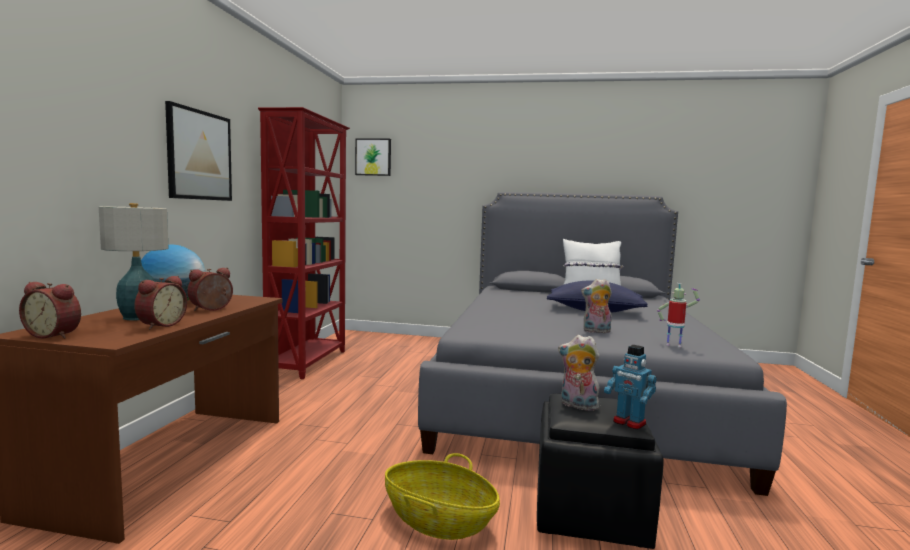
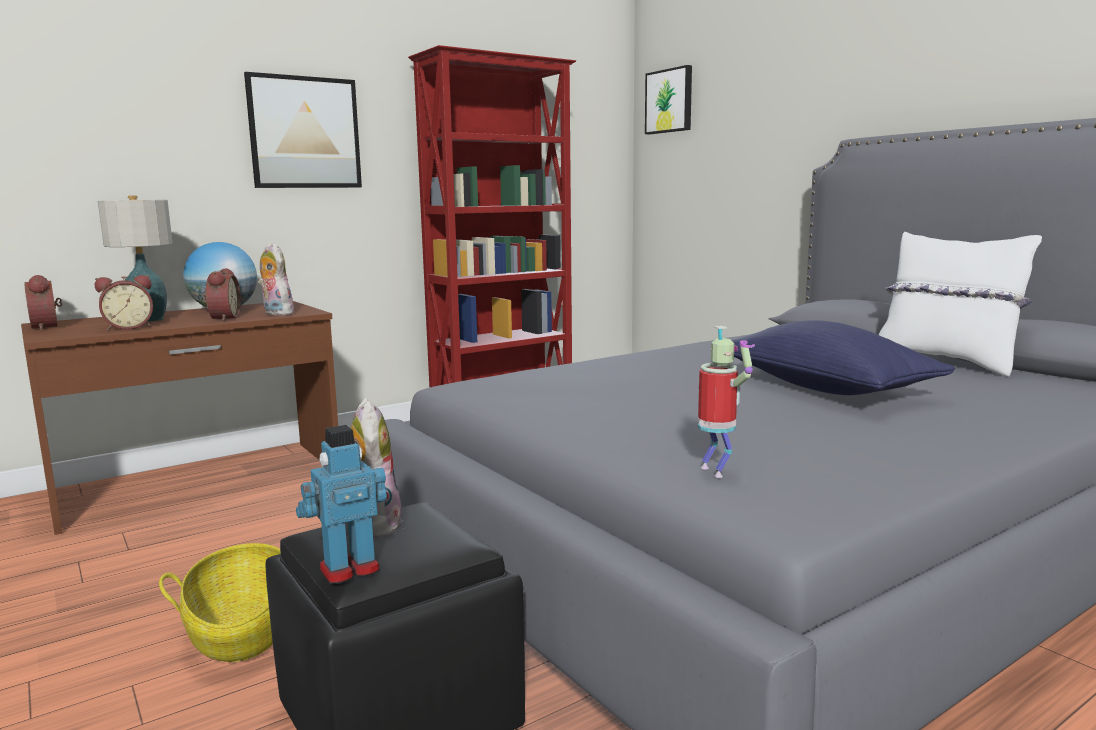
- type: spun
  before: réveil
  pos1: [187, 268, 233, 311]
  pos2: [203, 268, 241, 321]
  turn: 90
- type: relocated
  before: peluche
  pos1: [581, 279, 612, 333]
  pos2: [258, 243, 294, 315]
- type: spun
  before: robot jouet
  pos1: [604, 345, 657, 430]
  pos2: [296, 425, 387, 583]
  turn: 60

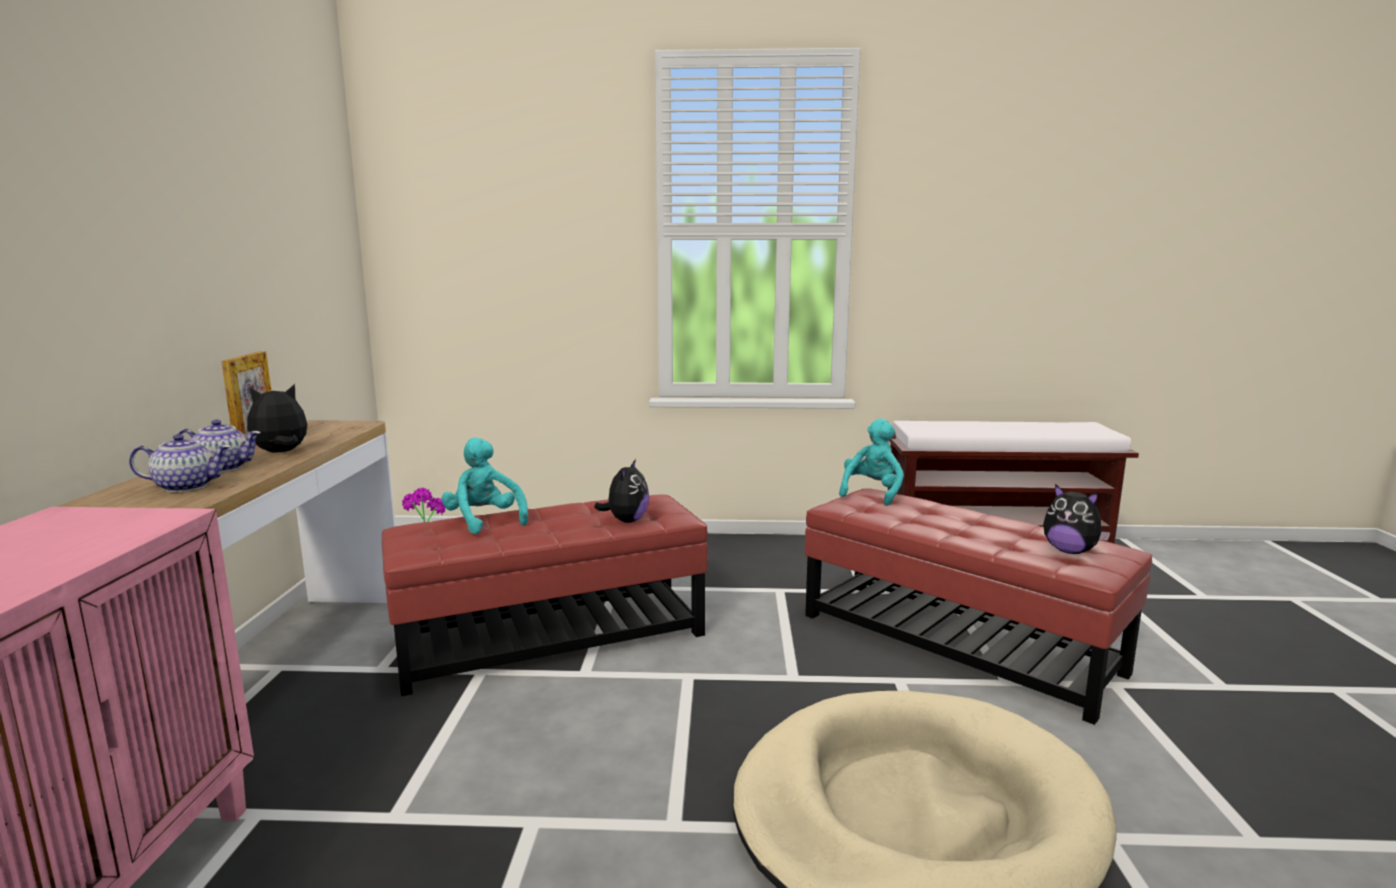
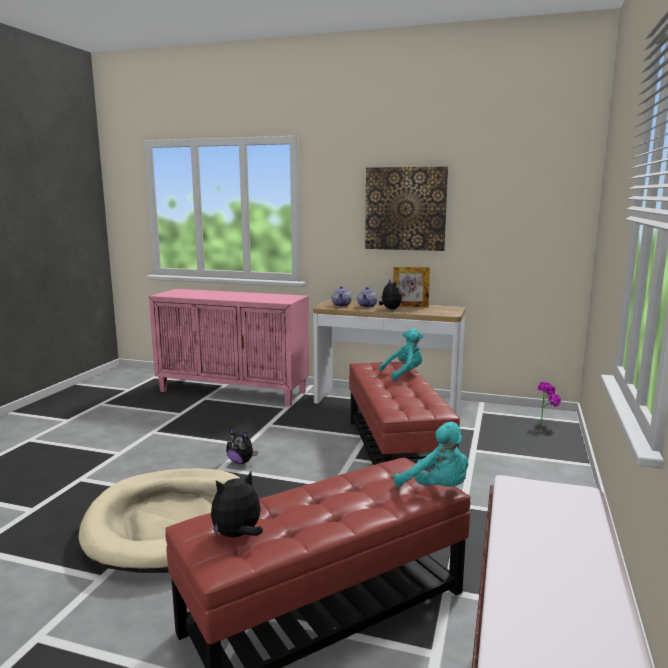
- type: relocated
  before: peluche
  pos1: [594, 459, 649, 523]
  pos2: [226, 428, 258, 464]
- type: appeared
  after: tableau
  pos2: [365, 167, 448, 251]

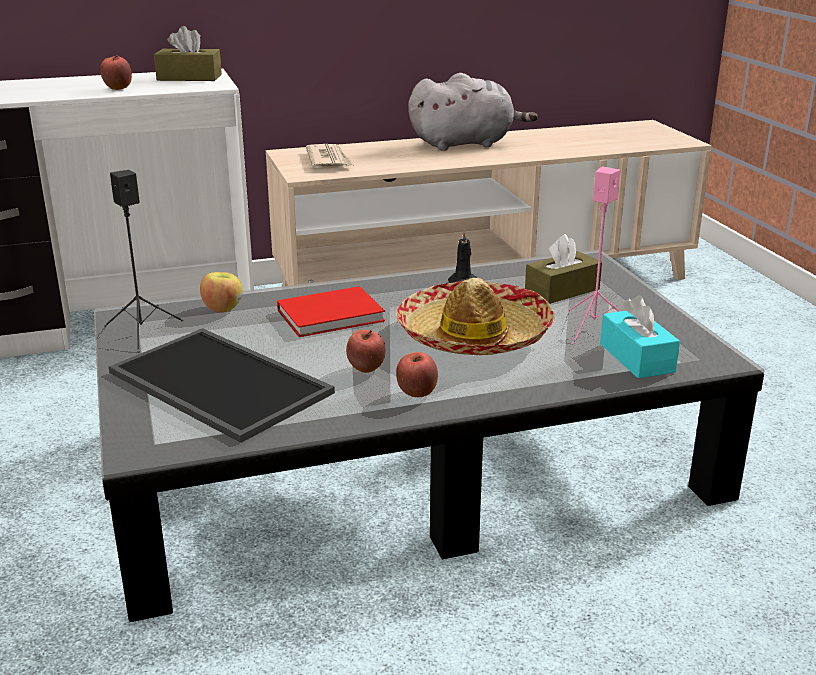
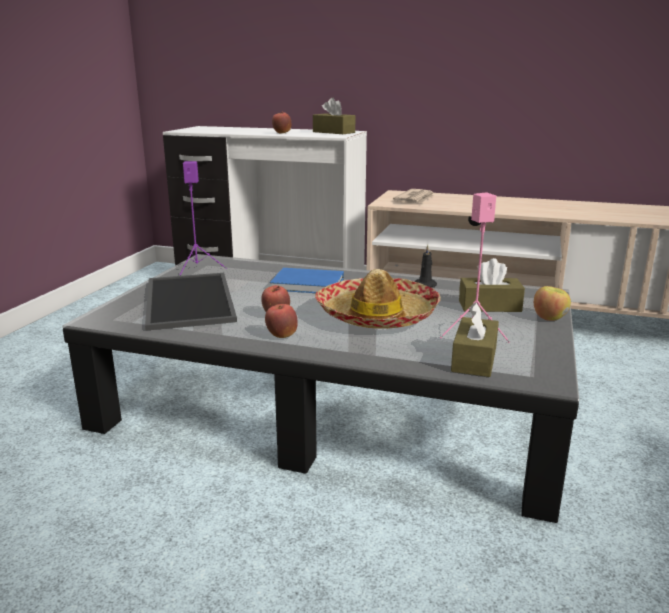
- type: colour
  before: enceinte [noir]
  after: enceinte [violet]
  pos1: [104, 170, 183, 353]
  pos2: [179, 161, 227, 276]
- type: relocated
  before: pomme
  pos1: [200, 272, 243, 313]
  pos2: [534, 286, 571, 321]
- type: colour
  before: livre [rouge]
  after: livre [bleu]
  pos1: [277, 286, 385, 337]
  pos2: [270, 268, 344, 293]
- type: missing
  before: peluche [gris]
  pos1: [408, 73, 538, 151]
- type: colour
  before: boîte à mouchoirs [turquoise]
  after: boîte à mouchoirs [marron]
  pos1: [600, 295, 680, 378]
  pos2: [451, 302, 499, 377]

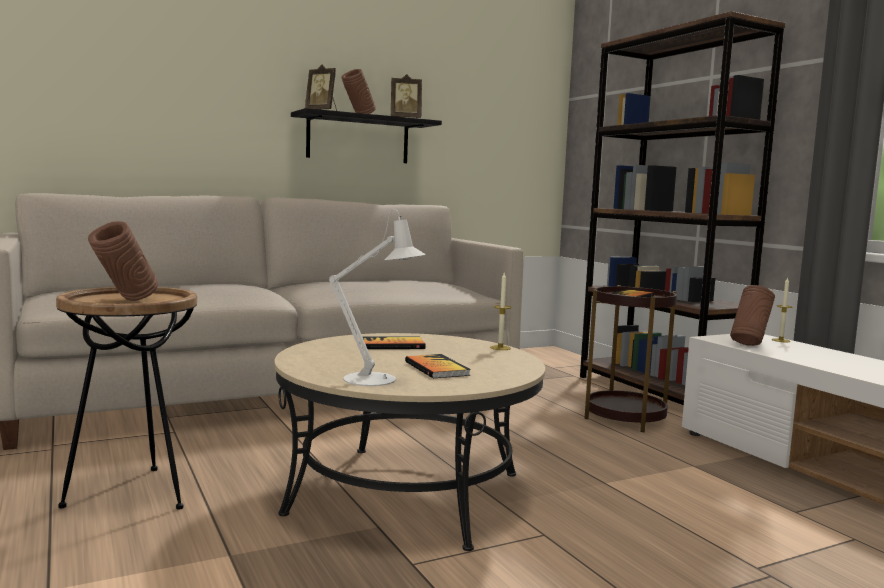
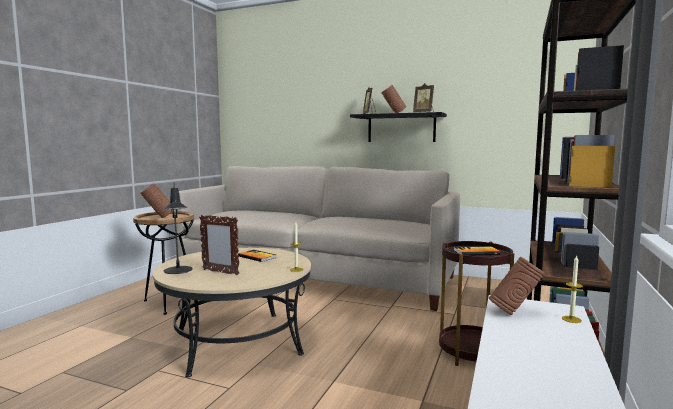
- type: colour
  before: lampe de table [blanc]
  after: lampe de table [noir]
  pos1: [329, 209, 426, 386]
  pos2: [164, 184, 193, 274]
- type: exchanged
  before: livre
  after: cadre photo
  pos1: [405, 354, 471, 378]
  pos2: [199, 215, 239, 275]

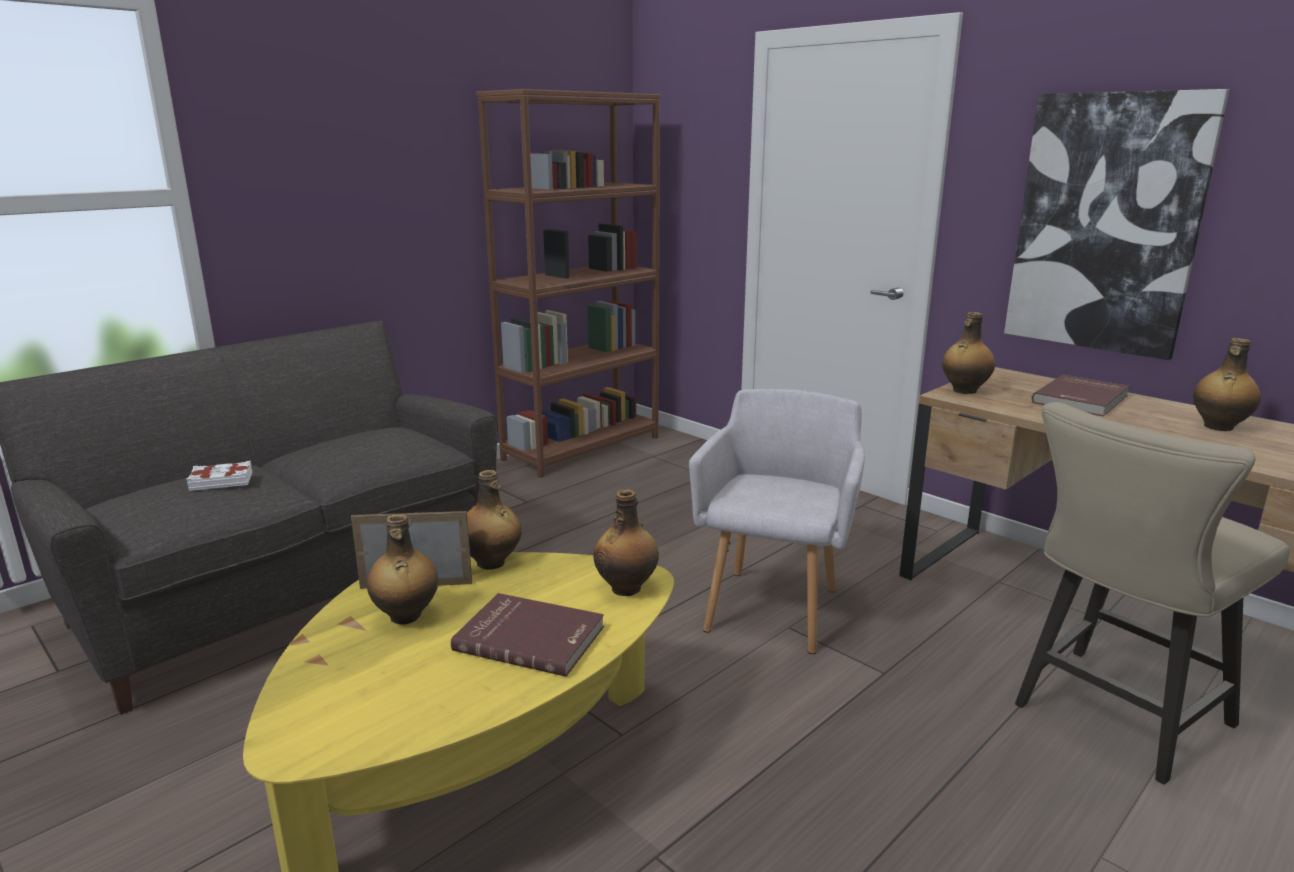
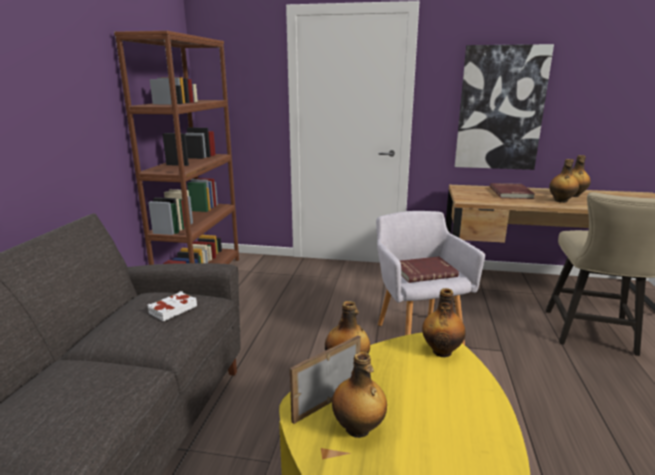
- type: relocated
  before: livre [blanc]
  pos1: [186, 461, 252, 491]
  pos2: [147, 291, 197, 321]
- type: relocated
  before: livre [rouge]
  pos1: [451, 593, 604, 677]
  pos2: [400, 257, 459, 283]
- type: relocated
  before: bouteille
  pos1: [942, 312, 995, 394]
  pos2: [549, 159, 579, 203]

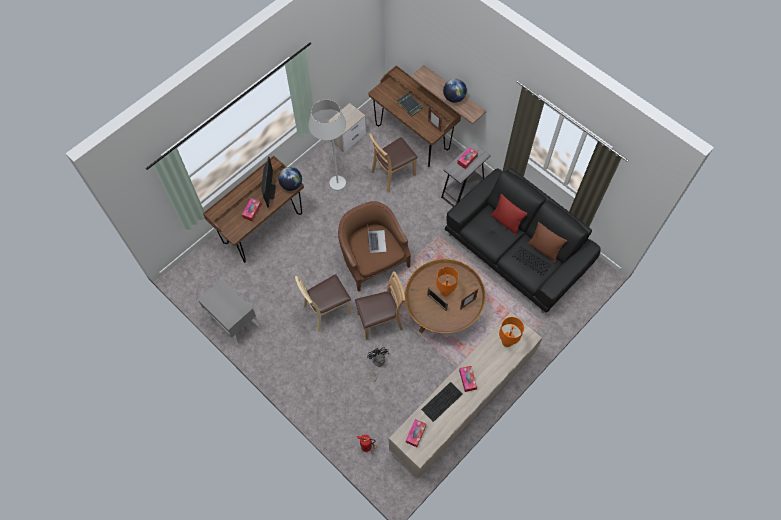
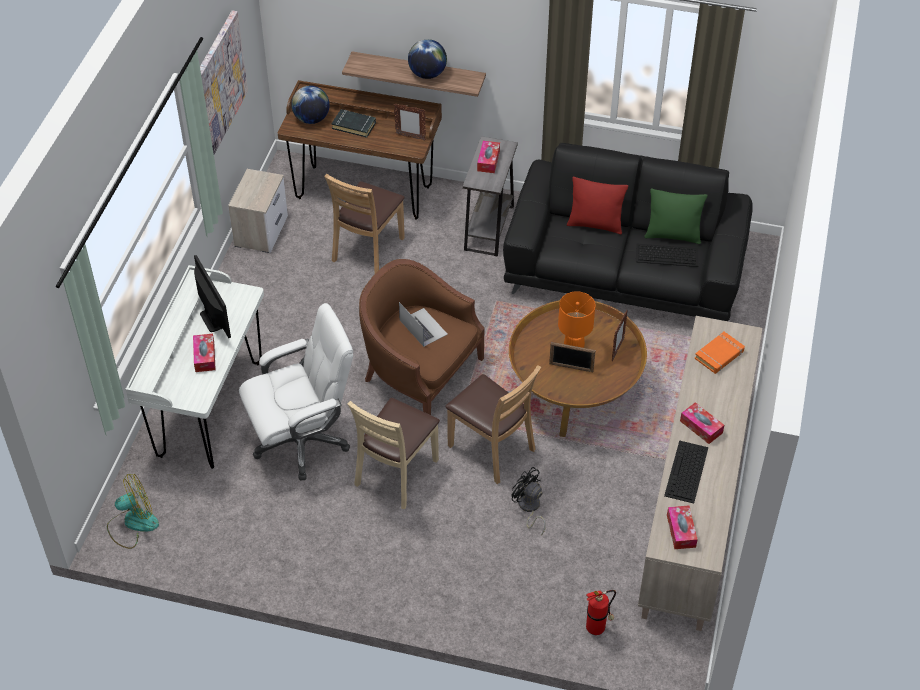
- type: missing
  before: table de chevet [gris]
  pos1: [198, 279, 259, 346]
- type: colour
  before: bureau [marron]
  after: bureau [blanc]
  pos1: [203, 156, 304, 263]
  pos2: [125, 265, 264, 469]
- type: relocated
  before: globe
  pos1: [278, 167, 302, 191]
  pos2: [291, 86, 330, 124]
- type: missing
  before: lampadaire [blanc]
  pos1: [308, 100, 346, 191]
- type: spun
  before: chaise [marron]
  pos1: [355, 271, 405, 340]
  pos2: [445, 365, 541, 484]
  turn: 90
- type: exchanged
  before: lampe de table [orange]
  after: livre [orange]
  pos1: [499, 317, 524, 347]
  pos2: [695, 332, 745, 374]
- type: colour
  before: coussin [marron]
  after: coussin [vert]
  pos1: [527, 222, 567, 262]
  pos2: [644, 189, 707, 244]
- type: appeared
  after: ventilateur
  pos2: [107, 474, 159, 549]
- type: appeared
  after: tableau
  pos2: [200, 10, 248, 154]
- type: appeared
  after: chaise de bureau [blanc]
  pos2: [239, 303, 353, 481]

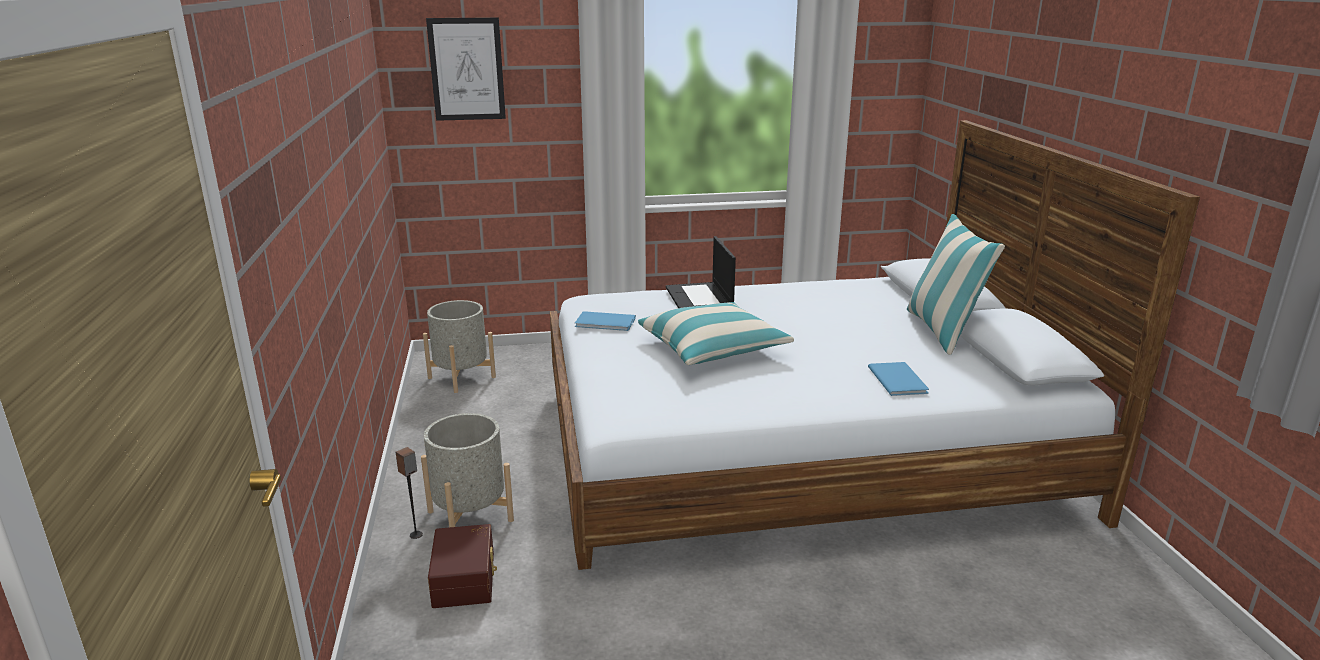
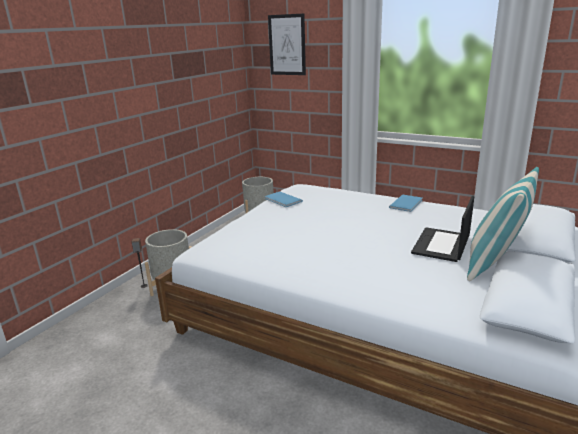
- type: missing
  before: boîte de rangement [marron]
  pos1: [428, 524, 497, 608]
- type: missing
  before: coussin
  pos1: [638, 302, 794, 365]
- type: relocated
  before: ordinateur portable
  pos1: [666, 236, 736, 308]
  pos2: [411, 196, 474, 262]
- type: relocated
  before: livre [bleu]
  pos1: [868, 362, 929, 396]
  pos2: [389, 195, 422, 212]

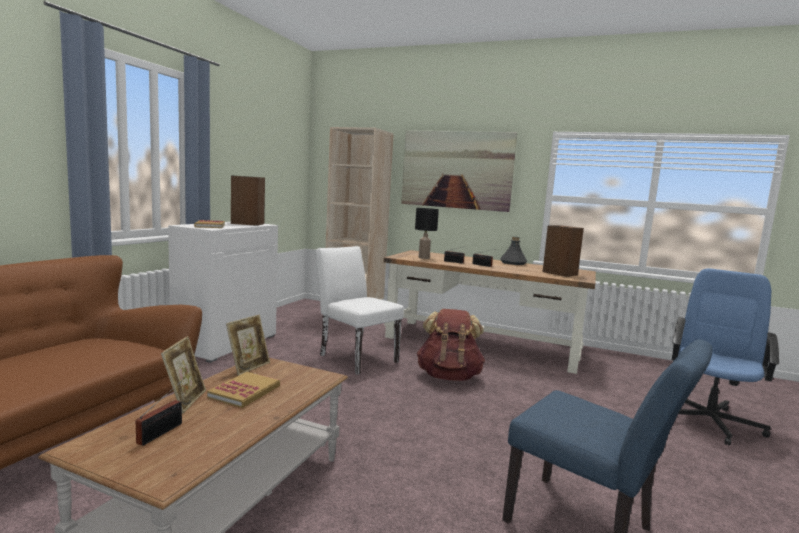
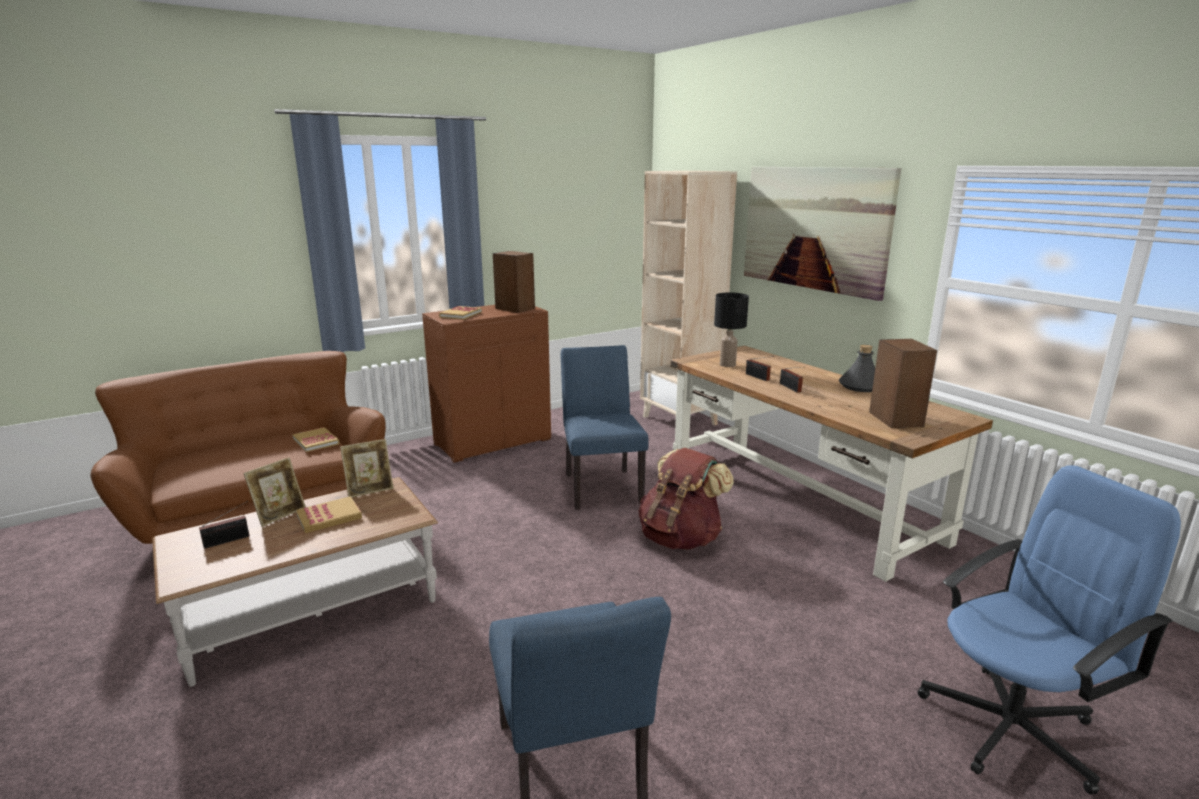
- type: colour
  before: meuble de rangement [blanc]
  after: meuble de rangement [marron]
  pos1: [168, 222, 278, 363]
  pos2: [422, 305, 551, 463]
- type: colour
  before: chaise [blanc]
  after: chaise [bleu]
  pos1: [315, 246, 404, 375]
  pos2: [561, 345, 649, 509]
- type: appeared
  after: livre
  pos2: [293, 427, 340, 453]

